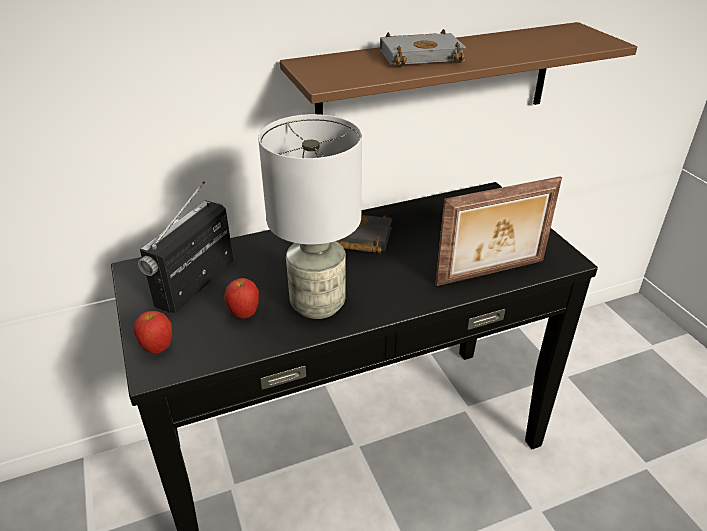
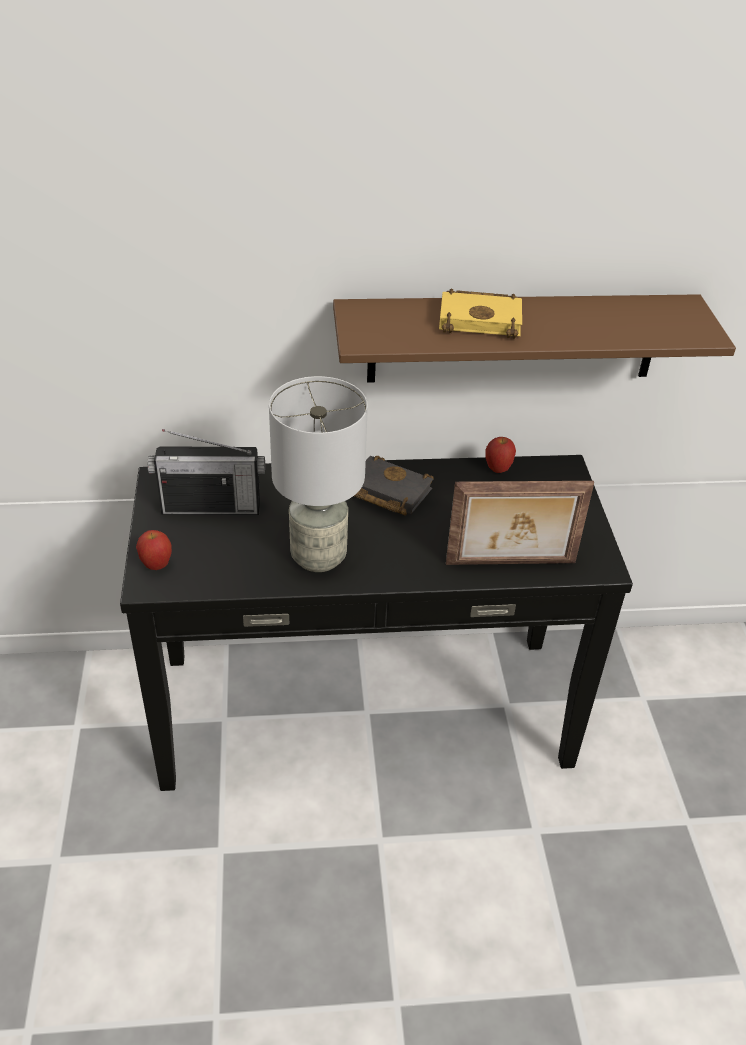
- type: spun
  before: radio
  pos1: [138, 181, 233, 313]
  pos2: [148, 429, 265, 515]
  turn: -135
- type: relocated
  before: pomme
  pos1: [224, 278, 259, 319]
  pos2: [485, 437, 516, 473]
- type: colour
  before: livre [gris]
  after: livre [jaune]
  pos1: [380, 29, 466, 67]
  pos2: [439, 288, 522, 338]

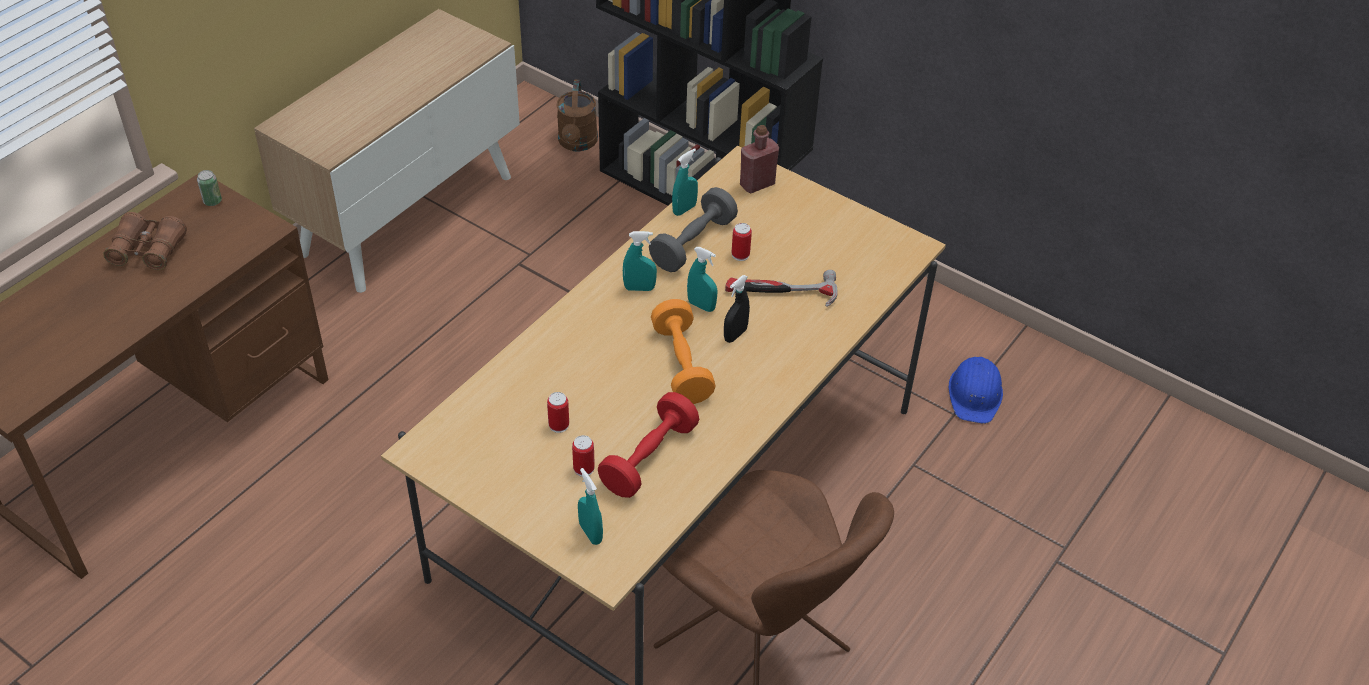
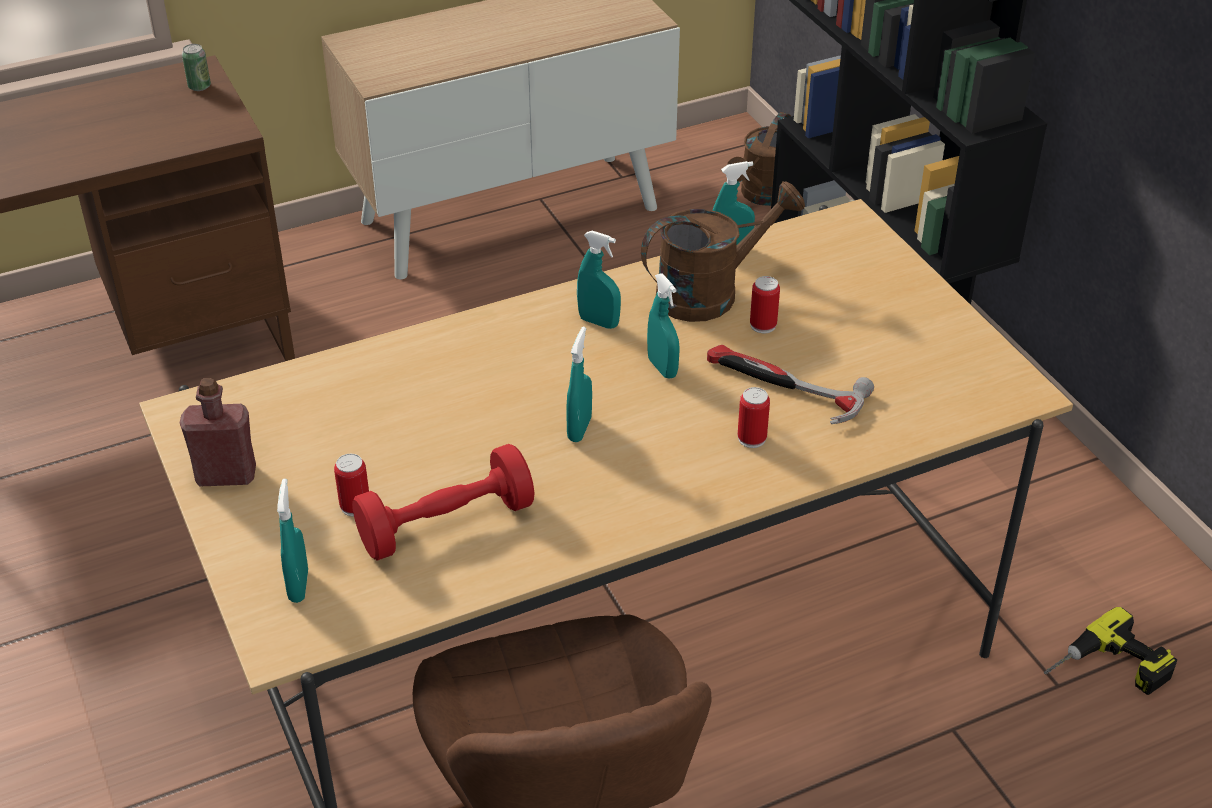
- type: missing
  before: jumelles [marron]
  pos1: [103, 212, 187, 270]
- type: relocated
  before: boîte métallique
  pos1: [547, 392, 569, 433]
  pos2: [738, 387, 770, 448]
- type: exchanged
  before: haltère [gris]
  after: arrosoir [marron]
  pos1: [649, 187, 738, 272]
  pos2: [641, 181, 805, 322]
- type: exchanged
  before: haltère [orange]
  after: vaporisateur [turquoise]
  pos1: [651, 299, 716, 404]
  pos2: [566, 327, 592, 442]
- type: missing
  before: vaporisateur [noir]
  pos1: [724, 275, 750, 343]
- type: relocated
  before: bouteille [rouge]
  pos1: [740, 125, 779, 193]
  pos2: [180, 378, 256, 487]
- type: exchanged
  before: casque de chantier [bleu]
  after: perceuse
  pos1: [949, 357, 1003, 424]
  pos2: [1044, 607, 1177, 695]

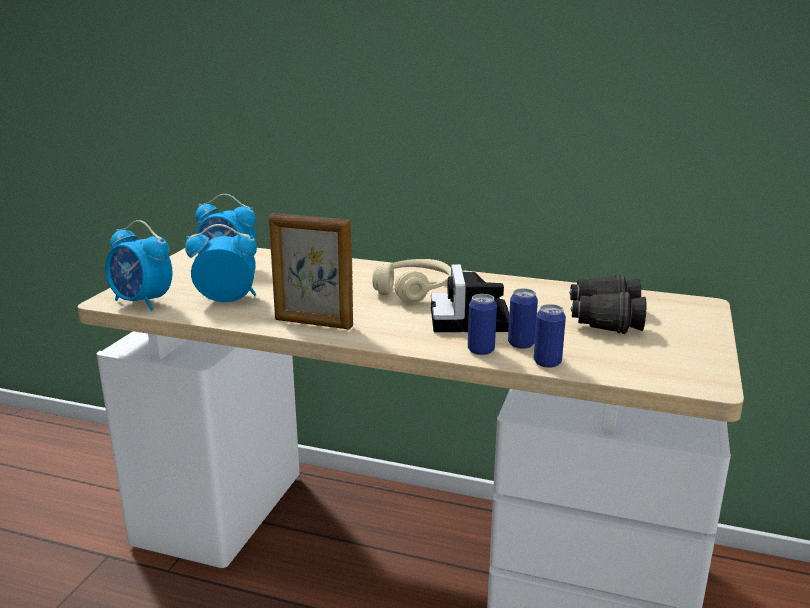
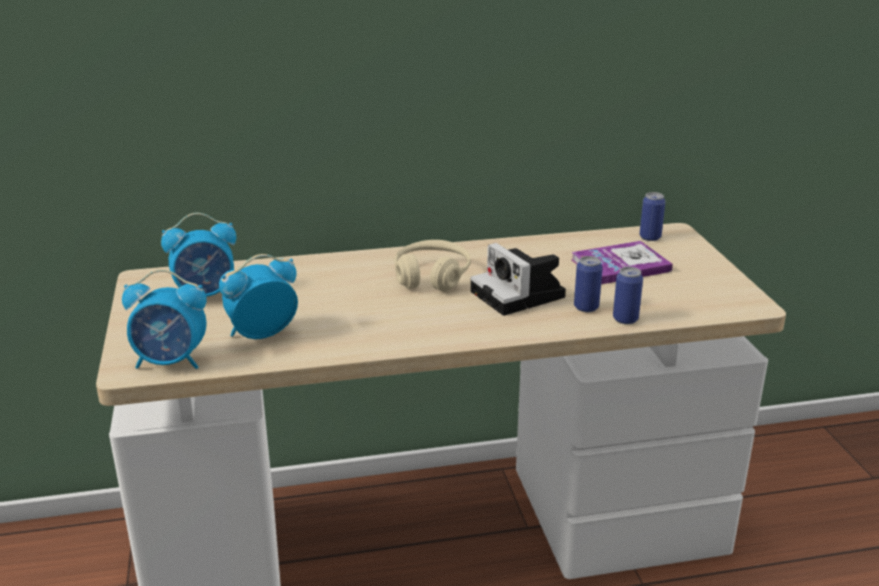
- type: missing
  before: cadre photo
  pos1: [269, 213, 353, 329]
- type: relocated
  before: boîte métallique
  pos1: [468, 294, 497, 355]
  pos2: [639, 192, 665, 241]
- type: exchanged
  before: jumelles [noir]
  after: livre
  pos1: [569, 274, 647, 334]
  pos2: [571, 241, 673, 284]

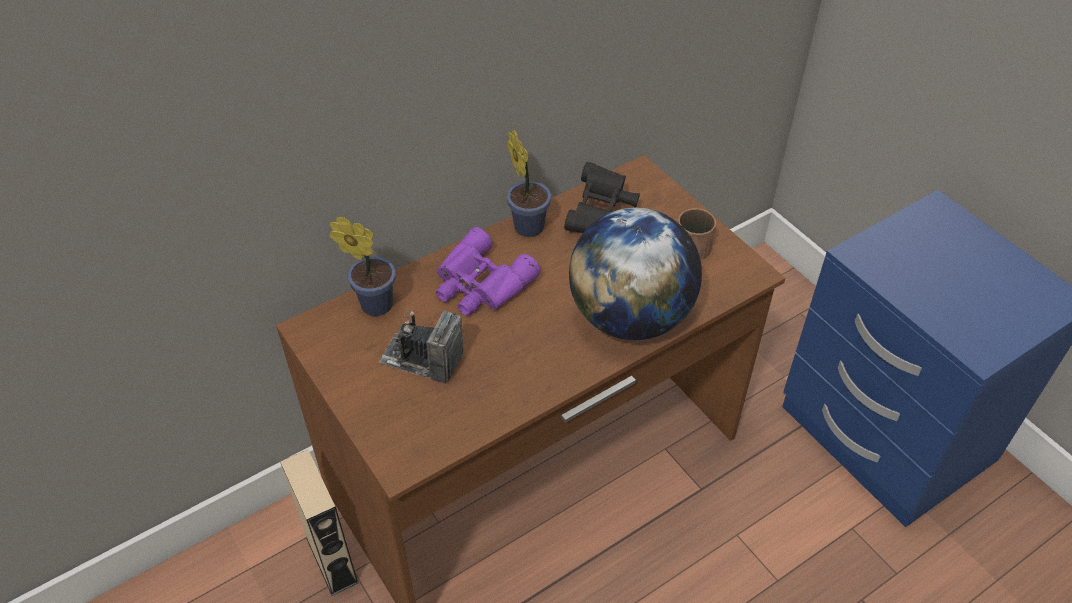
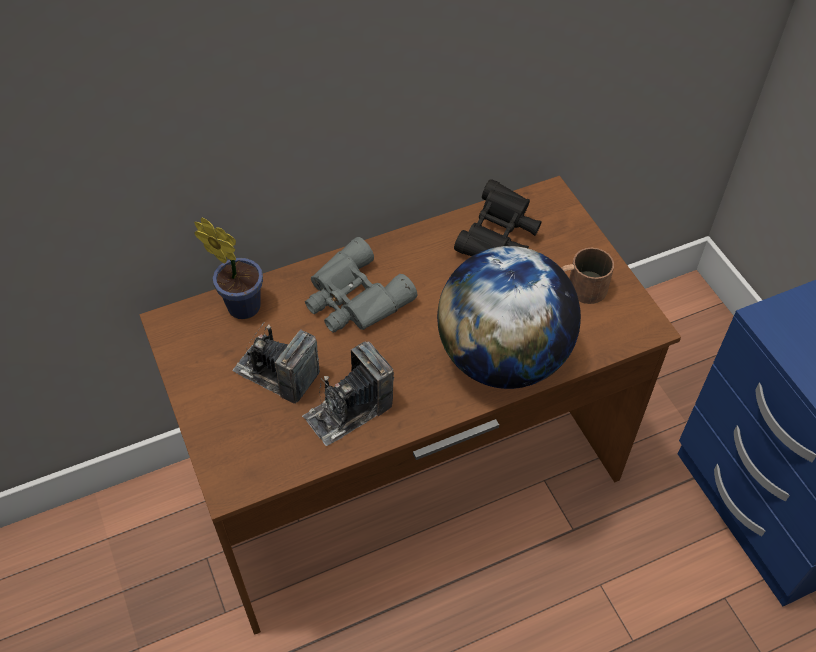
- type: missing
  before: enceinte [beige]
  pos1: [280, 450, 359, 596]
- type: colour
  before: jumelles [violet]
  after: jumelles [gris]
  pos1: [436, 227, 541, 316]
  pos2: [305, 237, 418, 333]
- type: missing
  before: plante en pot
  pos1: [507, 130, 551, 237]
- type: appeared
  after: appareil photo
  pos2: [302, 341, 394, 446]

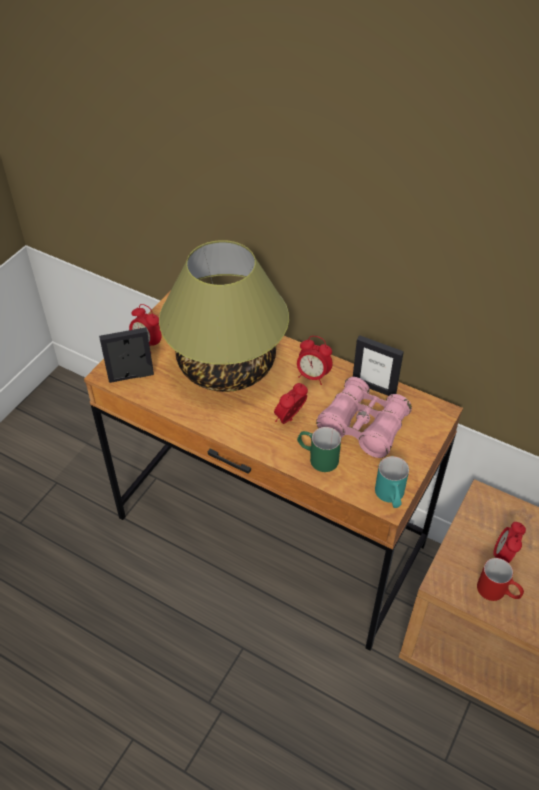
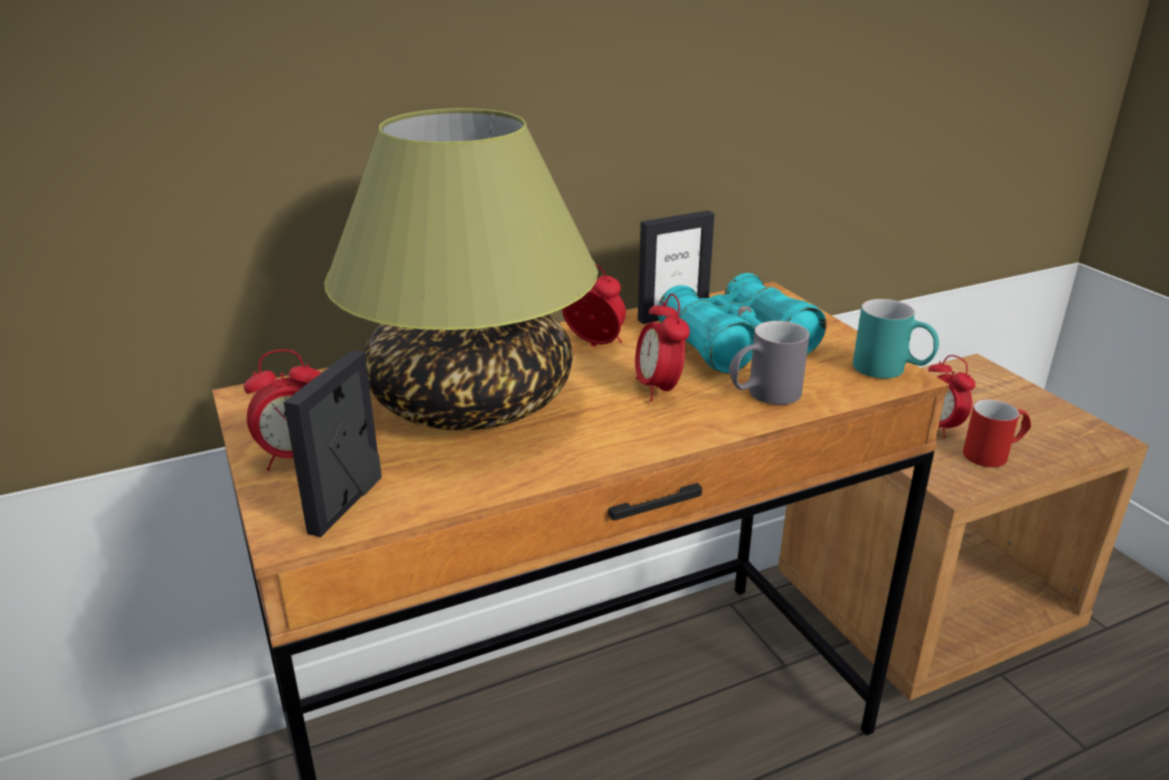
- type: spun
  before: réveil
  pos1: [297, 336, 333, 385]
  pos2: [562, 265, 626, 347]
  turn: -120
- type: colour
  before: mug [vert]
  after: mug [gris]
  pos1: [297, 427, 341, 472]
  pos2: [729, 321, 810, 405]
- type: colour
  before: jumelles [rose]
  after: jumelles [turquoise]
  pos1: [316, 377, 412, 458]
  pos2: [658, 273, 826, 374]

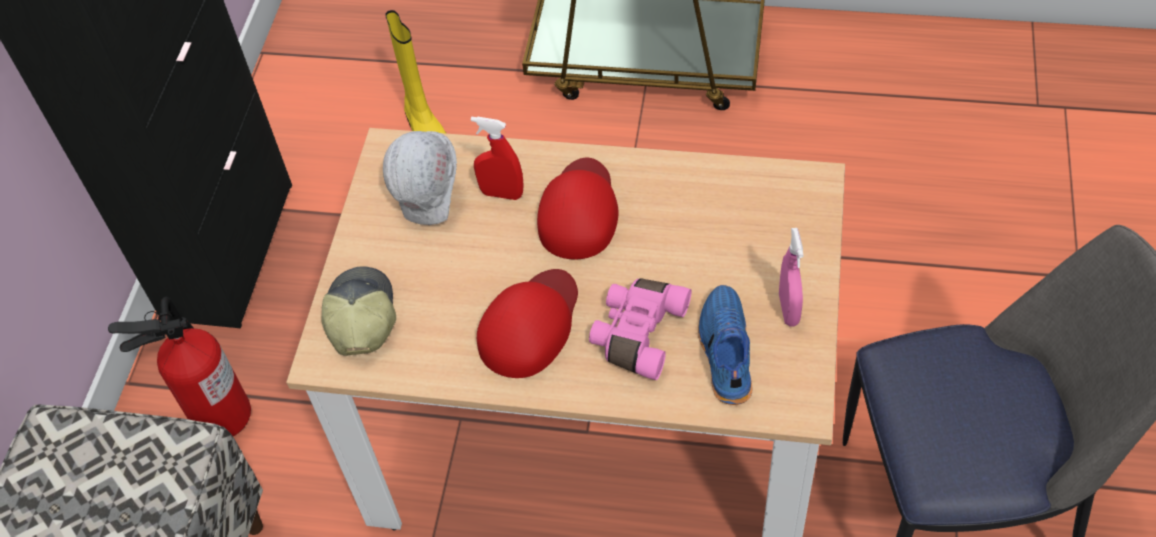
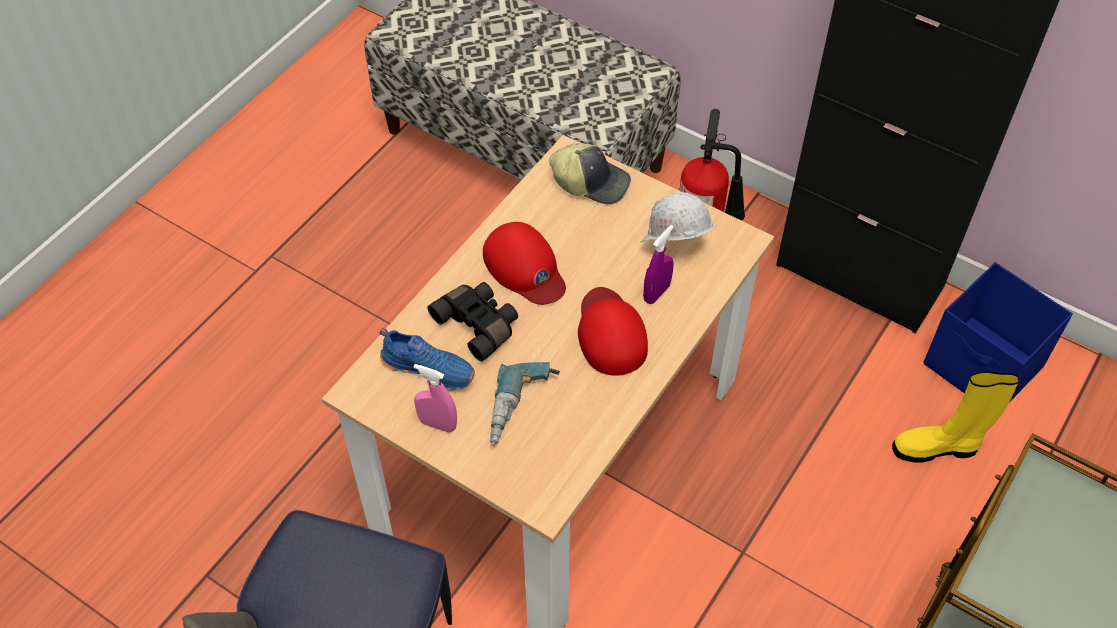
- type: colour
  before: vaporisateur [rouge]
  after: vaporisateur [violet]
  pos1: [471, 116, 524, 200]
  pos2: [643, 225, 674, 304]
- type: spun
  before: casquette [rouge]
  pos1: [537, 158, 618, 260]
  pos2: [578, 287, 648, 376]
  turn: -135
- type: colour
  before: jumelles [rose]
  after: jumelles [noir]
  pos1: [589, 278, 692, 380]
  pos2: [427, 282, 518, 362]
- type: appeared
  after: perceuse
  pos2: [490, 362, 560, 446]
- type: appeared
  after: boîte de rangement [bleu]
  pos2: [923, 262, 1073, 401]

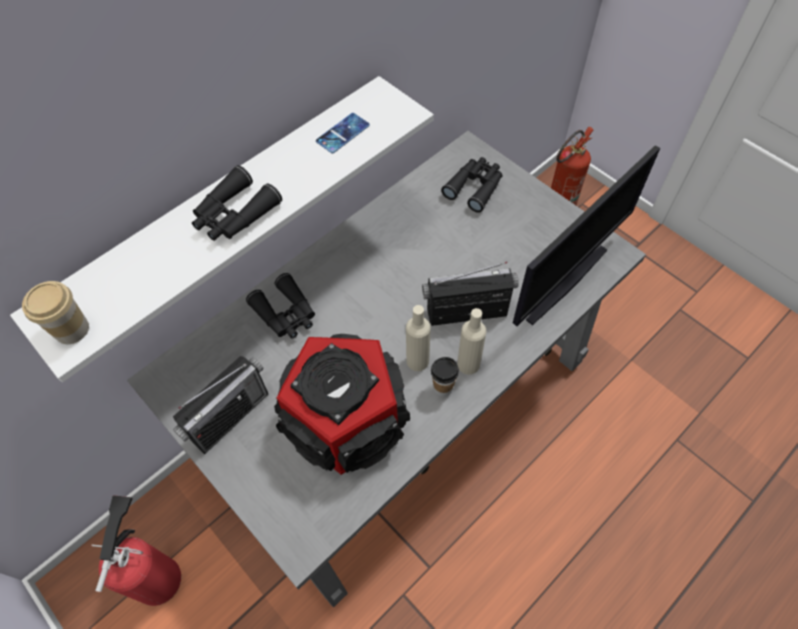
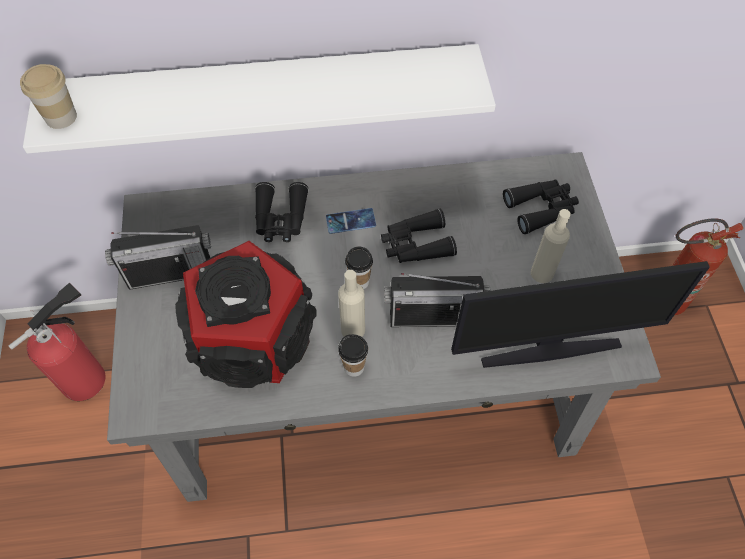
- type: relocated
  before: jumelles [noir]
  pos1: [192, 165, 282, 241]
  pos2: [381, 209, 457, 263]
- type: relocated
  before: téléphone
  pos1: [316, 113, 370, 153]
  pos2: [326, 208, 376, 234]
- type: spun
  before: radio
  pos1: [422, 262, 519, 326]
  pos2: [384, 273, 491, 327]
  turn: 150
- type: relocated
  before: bouteille [beige]
  pos1: [457, 308, 486, 374]
  pos2: [531, 209, 571, 283]
- type: appeared
  after: tasse
  pos2: [345, 246, 373, 289]

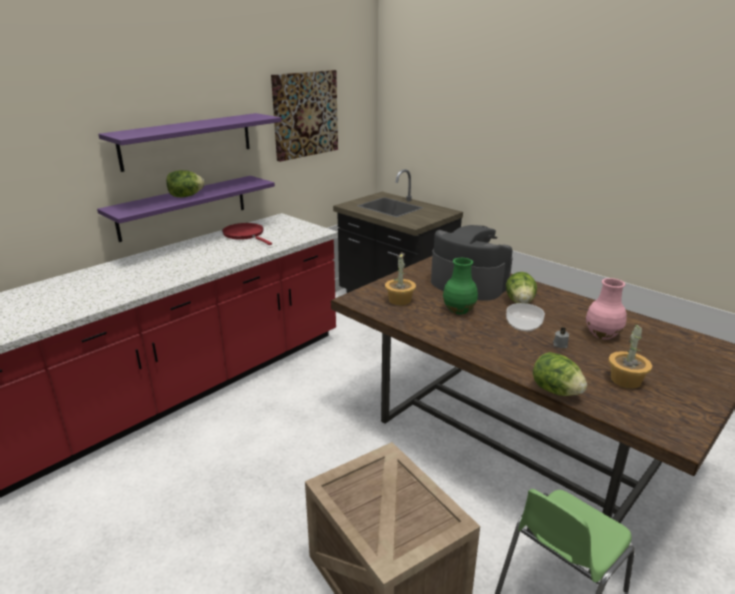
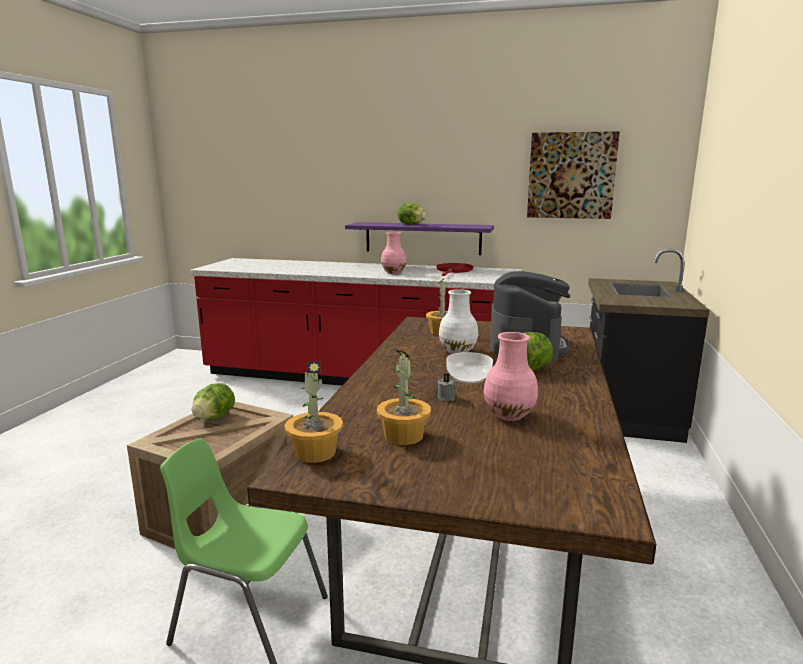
- type: missing
  before: étagère [violet]
  pos1: [98, 113, 282, 172]
- type: colour
  before: vase [vert]
  after: vase [blanc]
  pos1: [443, 258, 478, 314]
  pos2: [439, 289, 478, 354]
- type: relocated
  before: laitue
  pos1: [533, 352, 587, 396]
  pos2: [192, 383, 235, 420]
- type: appeared
  after: plante en pot
  pos2: [285, 361, 343, 463]
- type: appeared
  after: vase [rose]
  pos2: [381, 232, 407, 274]

